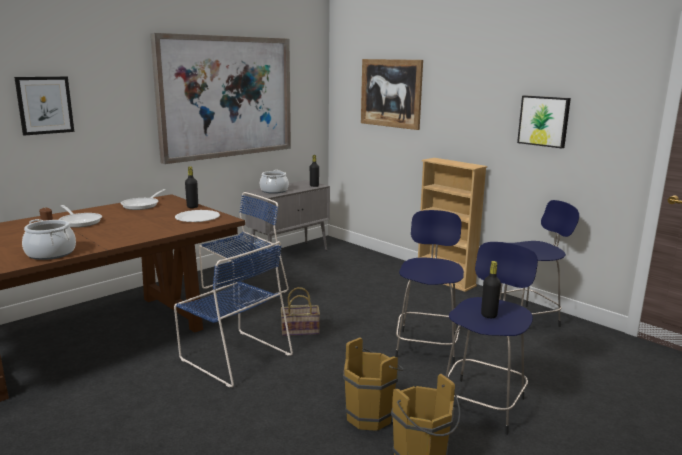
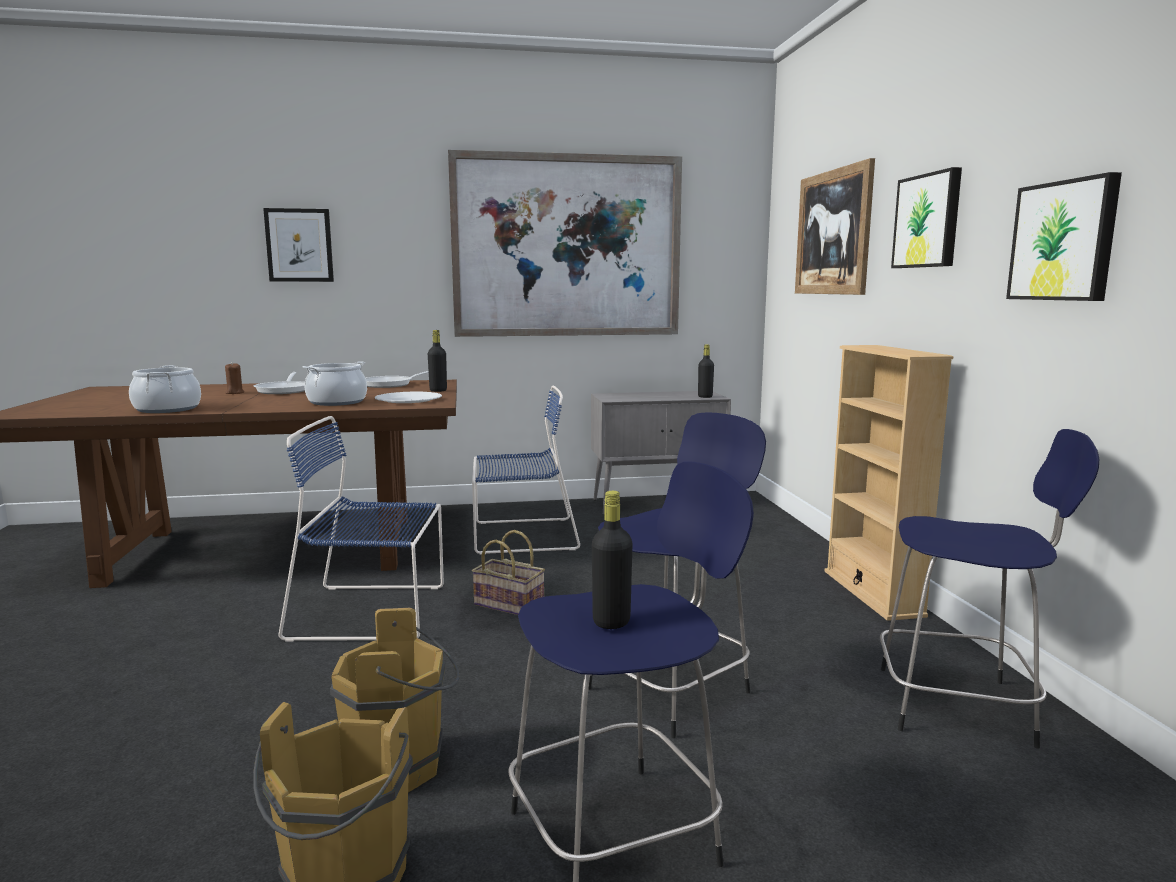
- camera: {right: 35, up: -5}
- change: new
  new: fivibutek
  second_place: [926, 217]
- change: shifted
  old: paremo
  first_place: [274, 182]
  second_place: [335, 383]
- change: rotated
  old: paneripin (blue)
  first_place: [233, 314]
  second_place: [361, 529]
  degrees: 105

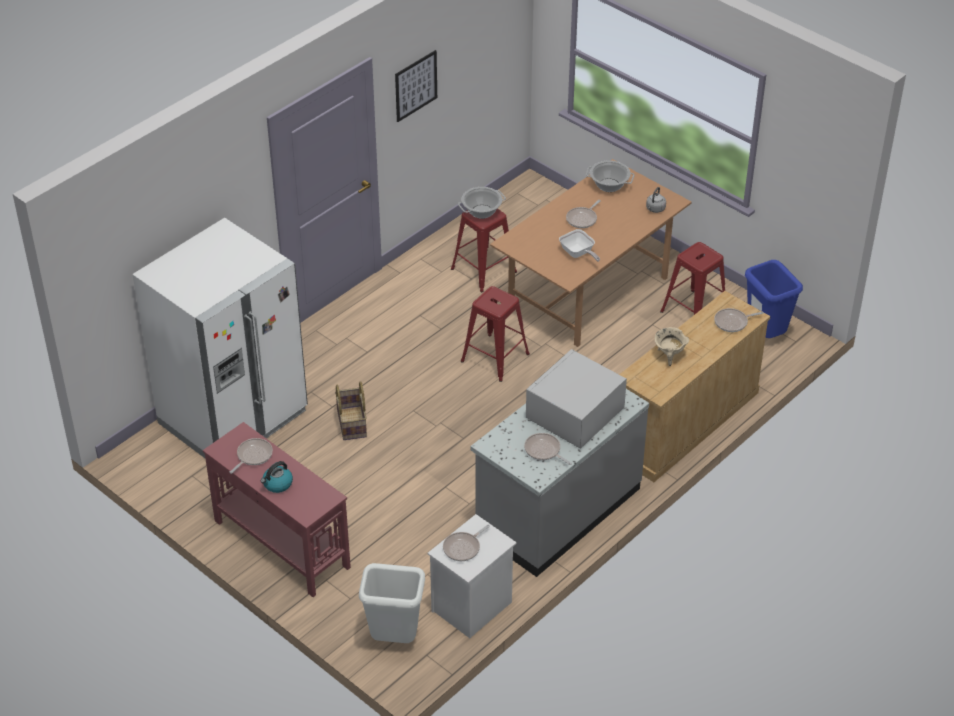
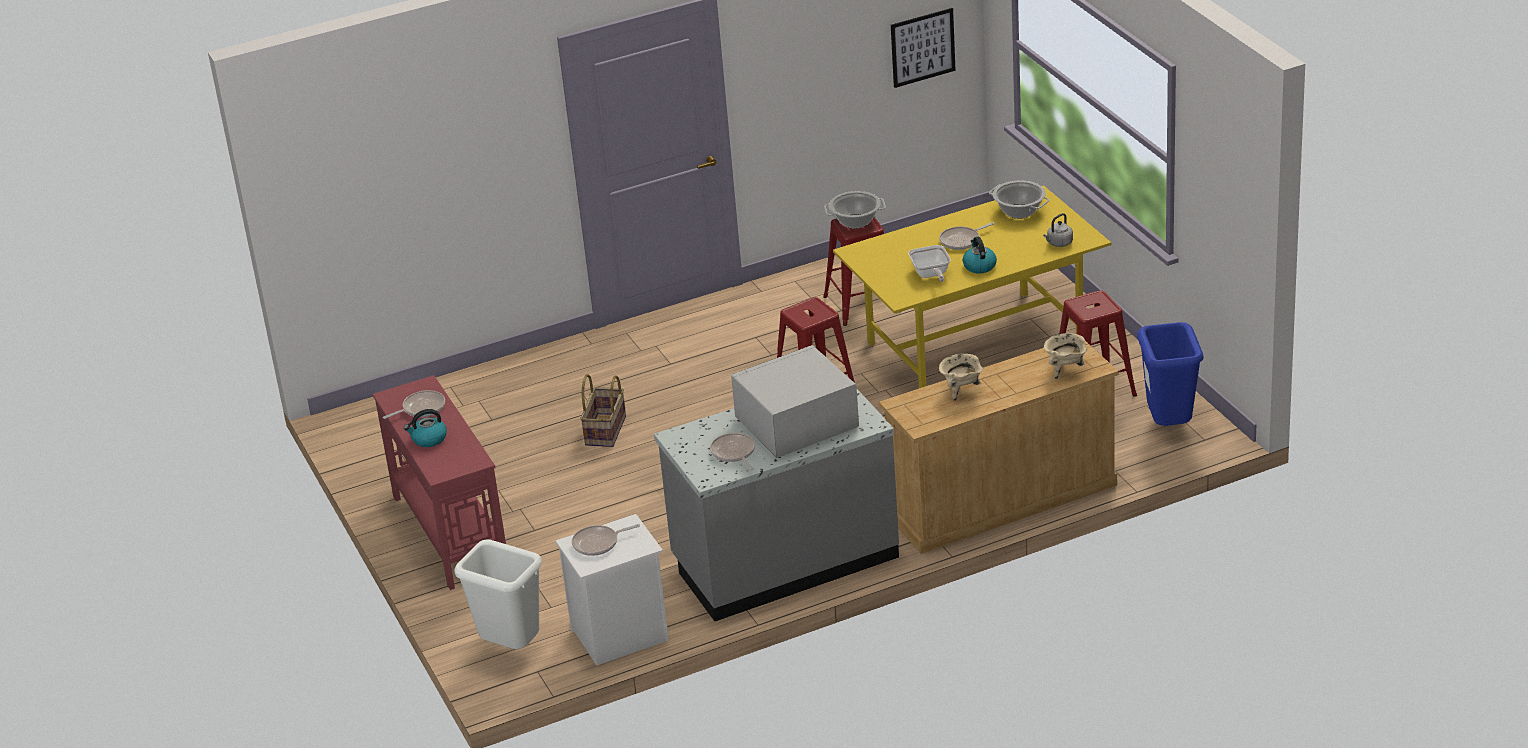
- camera: {right: 25, up: -10}
- change: gone
  old: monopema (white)
  first_place: [220, 338]
- change: new
  new: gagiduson
  second_place: [980, 255]
- change: shifted
  old: fivibutek
  first_place: [416, 86]
  second_place: [923, 48]
- change: swapped
  old: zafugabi
  new: paremo (beige)
  first_place: [739, 320]
  second_place: [1065, 356]
- change: repainted
  old: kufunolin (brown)
  new: kufunolin (yellow)
  first_place: [591, 253]
  second_place: [972, 286]

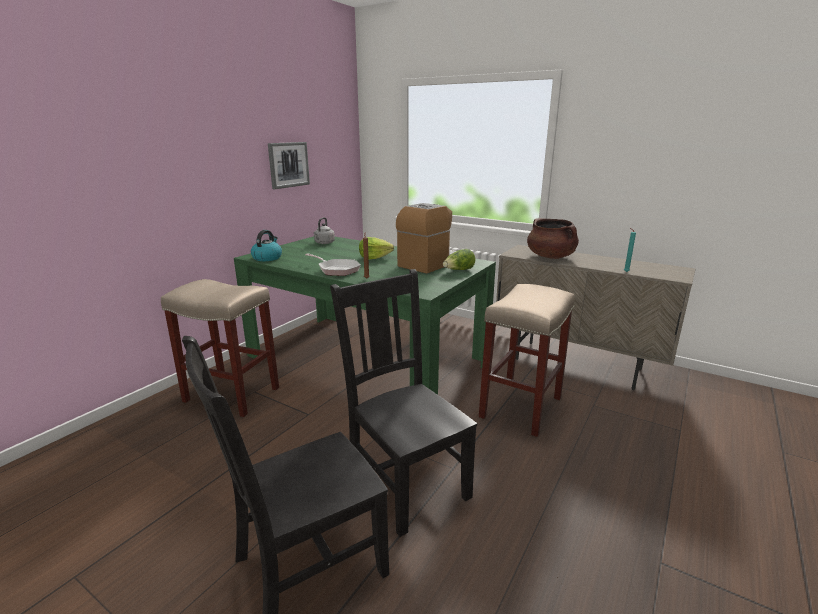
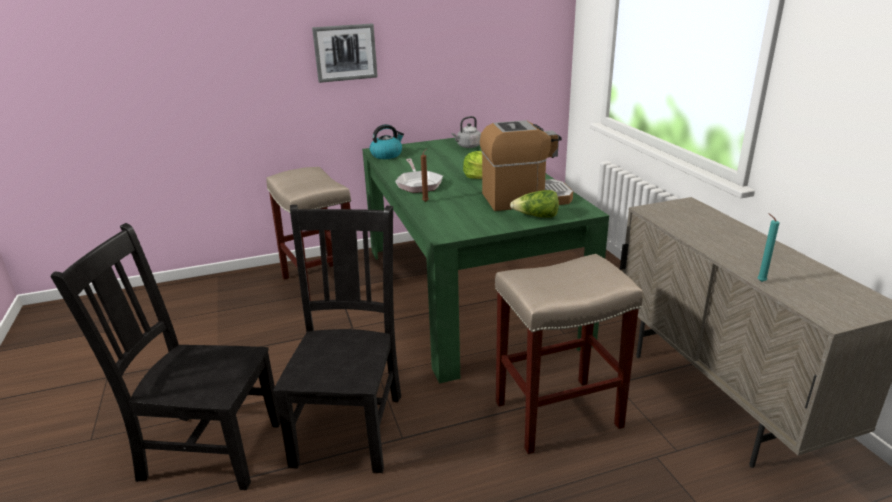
- camera: {right: 40, up: 5}
- change: gone
  old: paremo (brown)
  first_place: [553, 238]
- change: shifted
  old: fivibutek
  first_place: [289, 165]
  second_place: [345, 53]

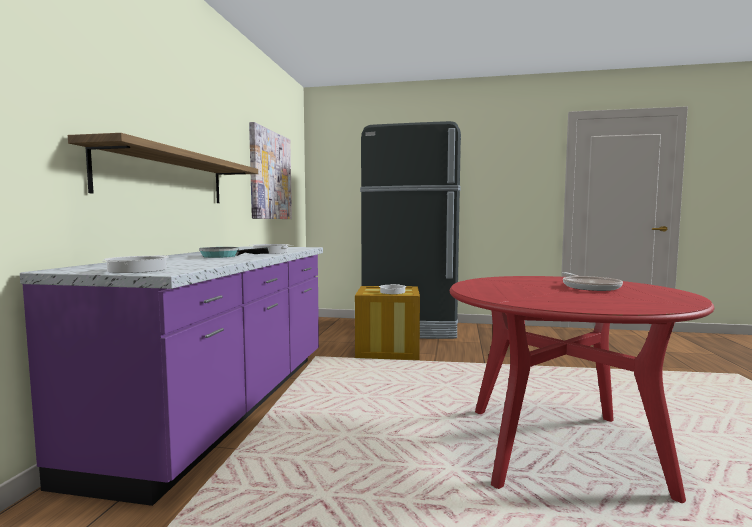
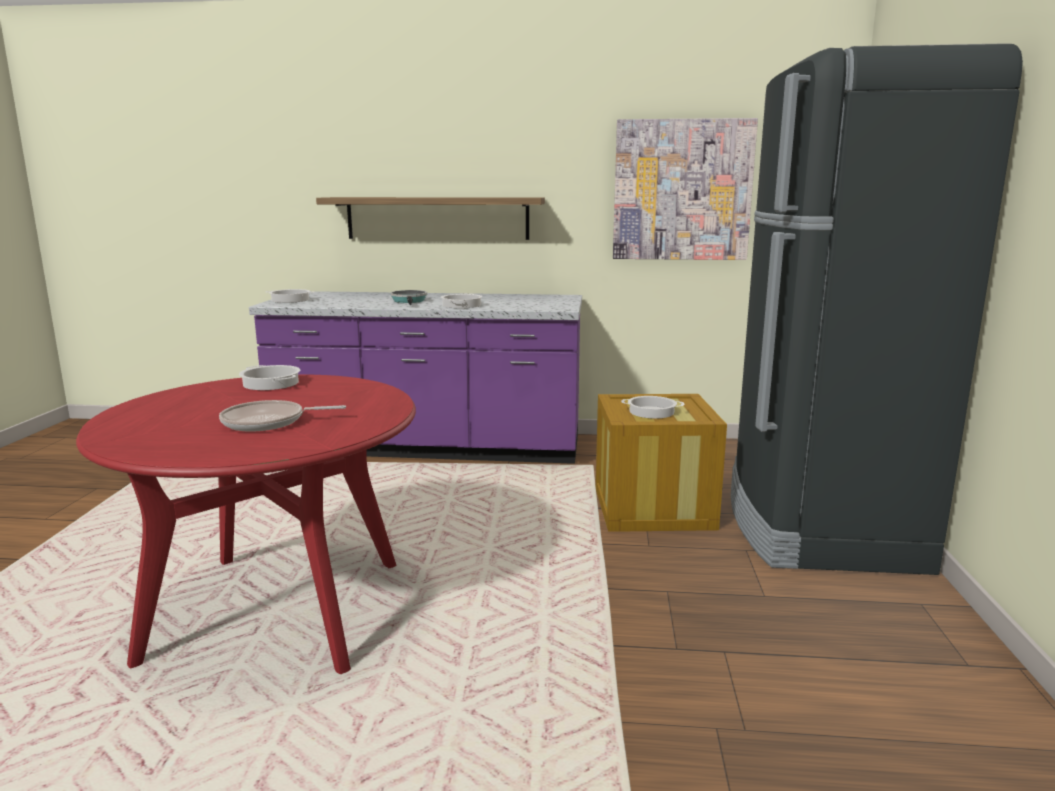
- camera: {right: 85, up: 10}
- change: new
  new: paremo
  second_place: [269, 377]

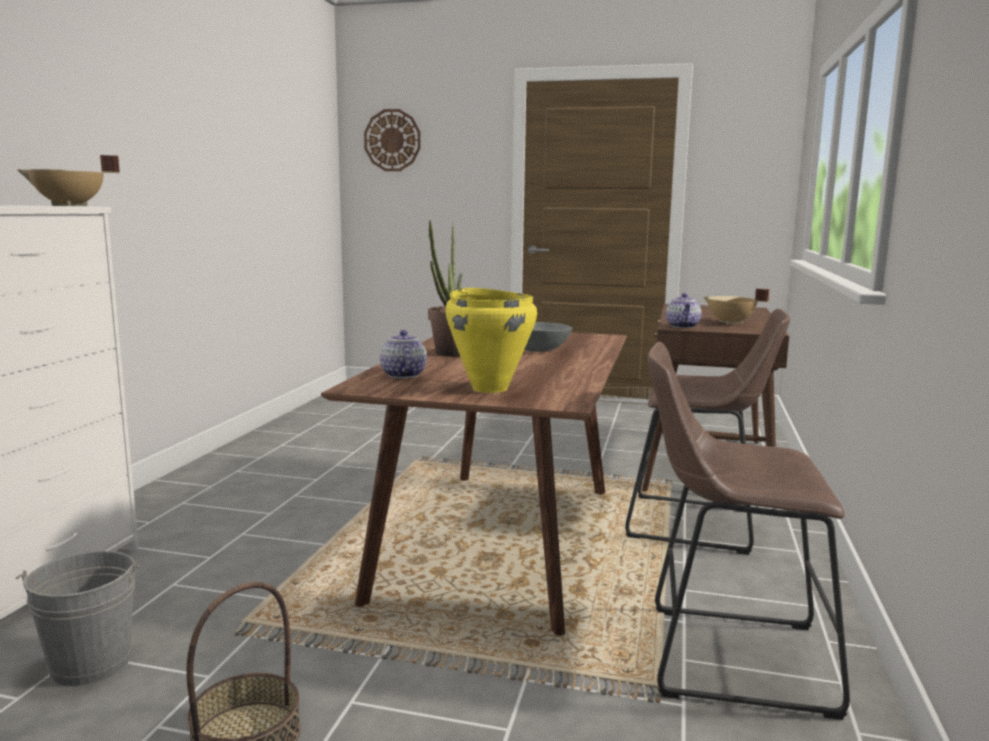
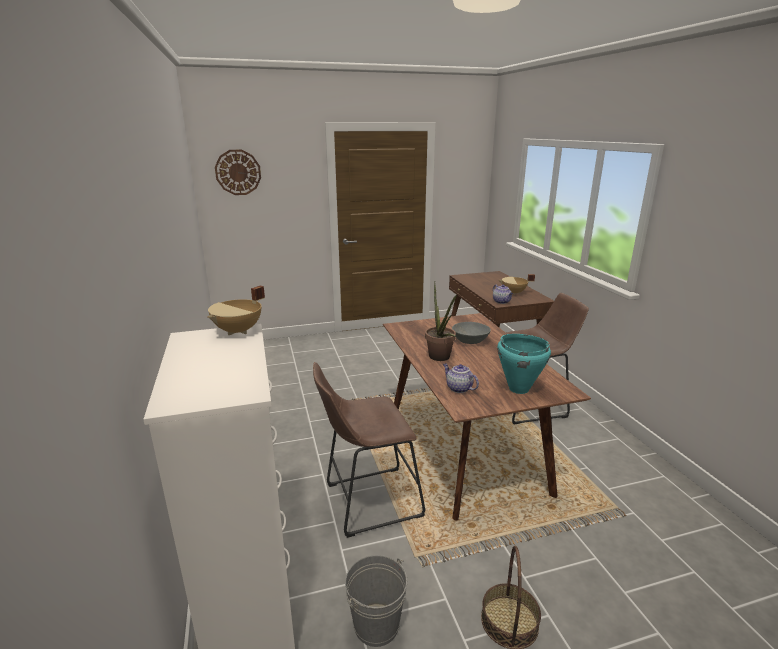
- camera: {right: -30, up: 10}
- change: shifted
  old: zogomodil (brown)
  first_place: [749, 531]
  second_place: [369, 450]
- change: repainted
  old: paremo (yellow)
  new: paremo (turquoise)
  first_place: [491, 340]
  second_place: [524, 364]

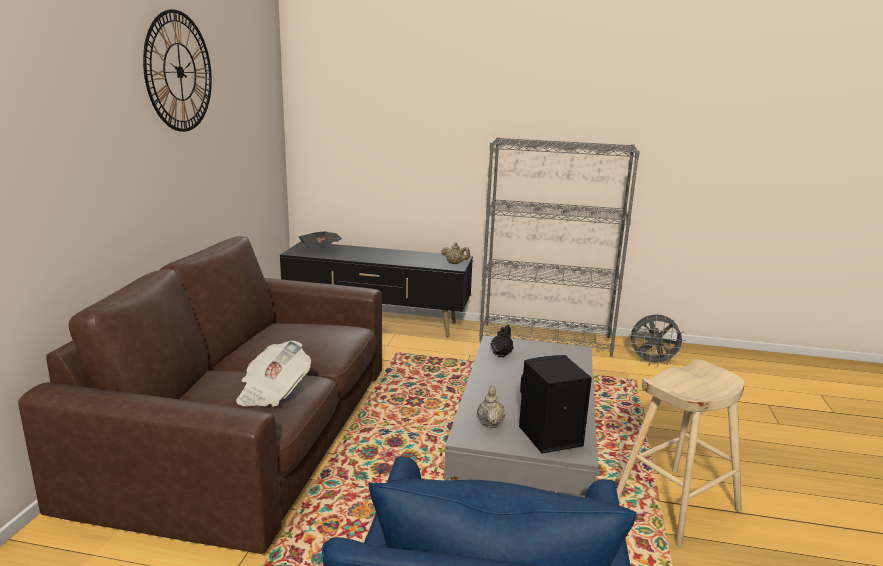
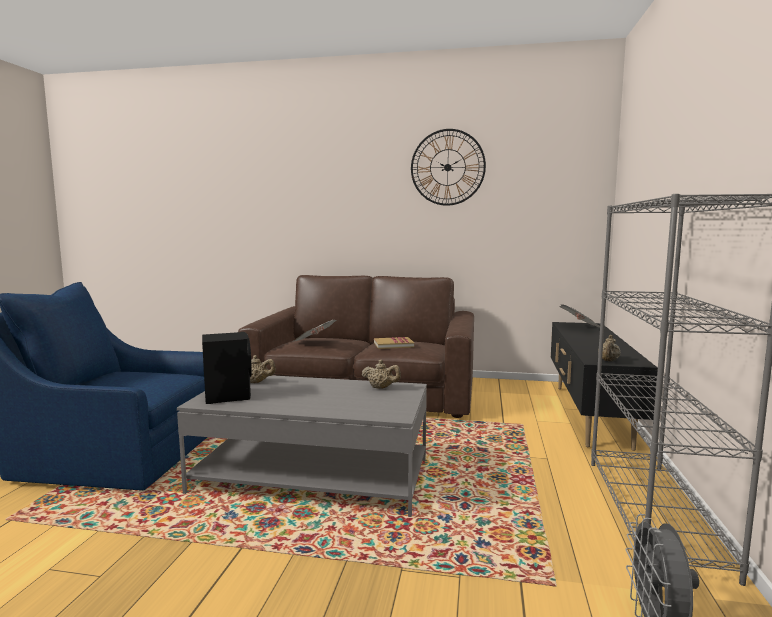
- camera: {right: 90, up: -10}
- change: gone
  old: zogomodil (beige)
  first_place: [681, 453]
- change: new
  new: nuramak
  second_place: [394, 343]
- change: repainted
  old: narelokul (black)
  new: narelokul (beige)
  first_place: [502, 341]
  second_place: [381, 374]

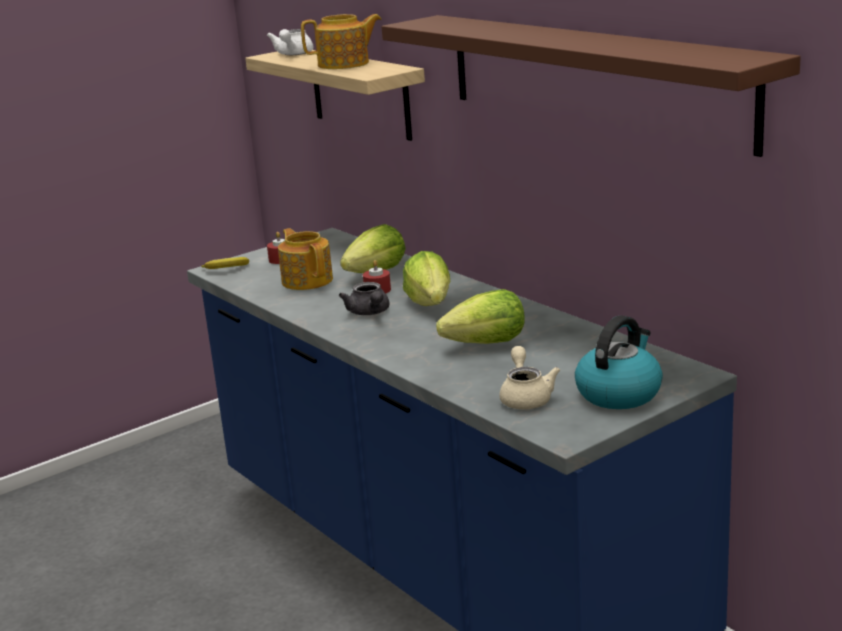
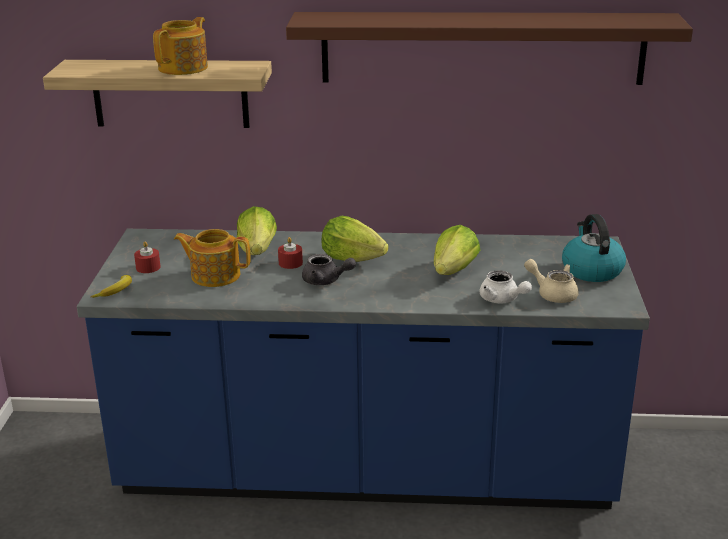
- camera: {right: -50, up: 5}
- change: shifted
  old: narelokul (white)
  first_place: [290, 42]
  second_place: [506, 287]

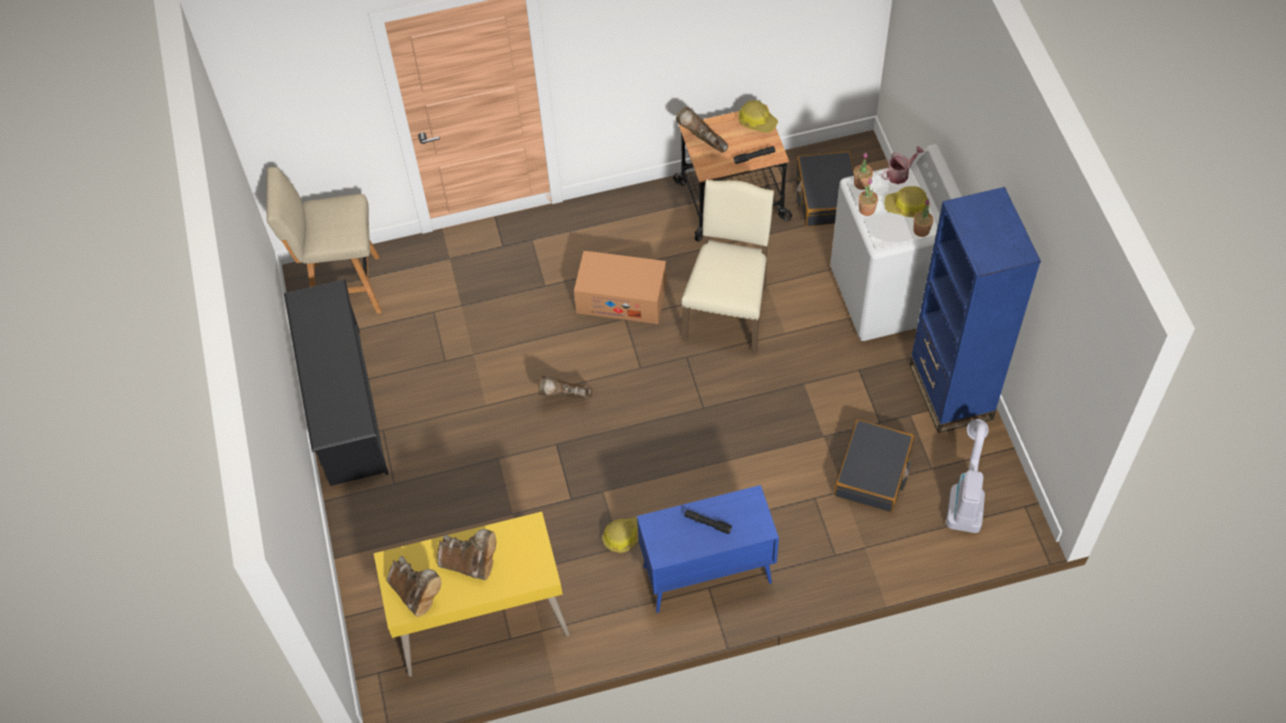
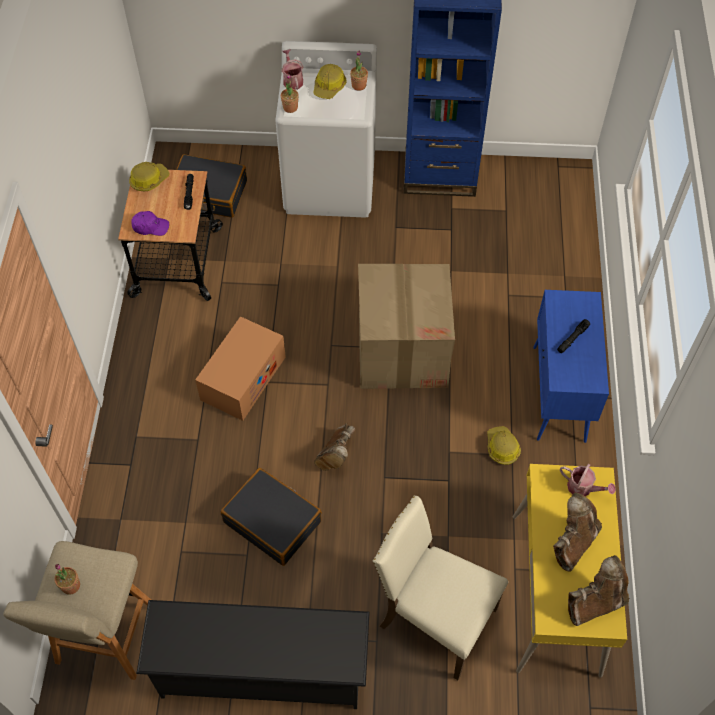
- camera: {right: -75, up: 0}
- change: gone
  old: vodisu
  first_place: [967, 476]
- change: new
  new: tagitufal
  second_place: [406, 326]
- change: new
  new: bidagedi
  second_place: [588, 480]
- change: shifted
  old: paneripin (beige)
  first_place: [727, 266]
  second_place: [440, 588]
- change: shifted
  old: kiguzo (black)
  first_place: [874, 465]
  second_place: [271, 517]
- change: shifted
  old: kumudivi
  first_place: [868, 197]
  second_place: [67, 579]
- change: swapped
  old: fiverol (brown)
  new: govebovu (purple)
  first_place: [702, 130]
  second_place: [150, 223]

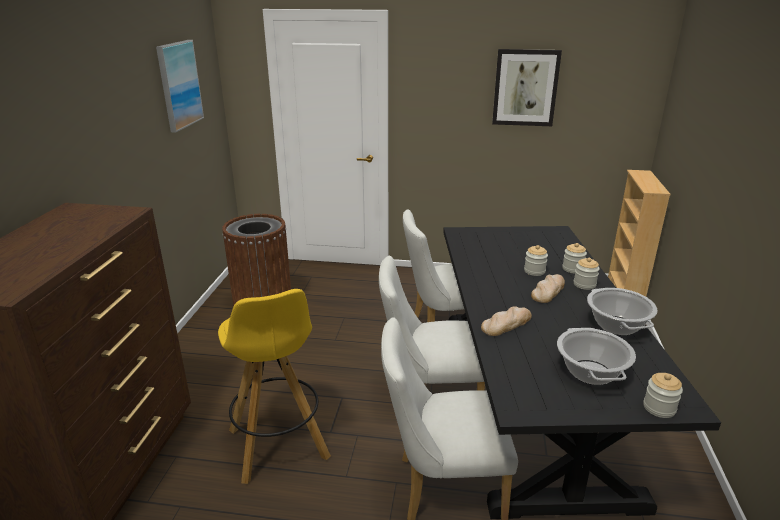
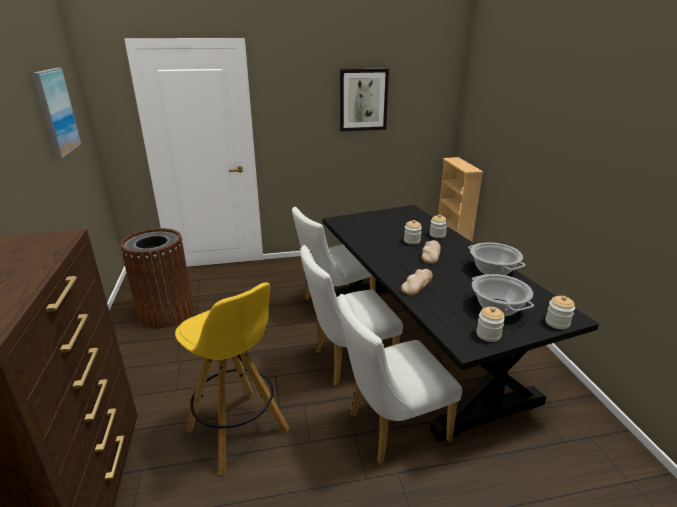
- camera: {right: -20, up: 0}
- change: shifted
  old: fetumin
  first_place: [587, 274]
  second_place: [490, 324]

